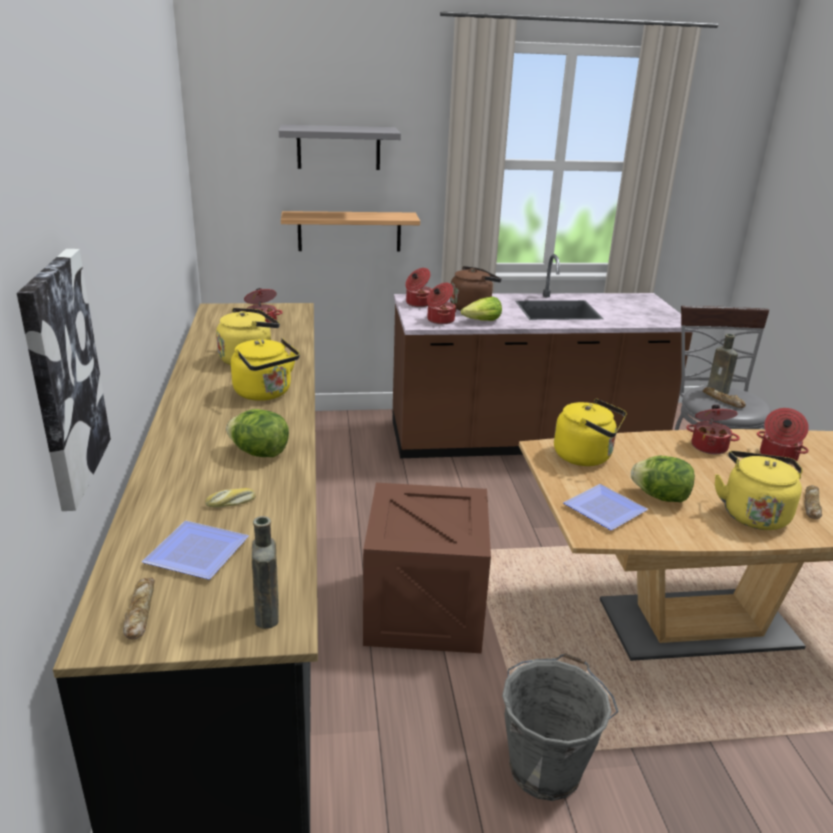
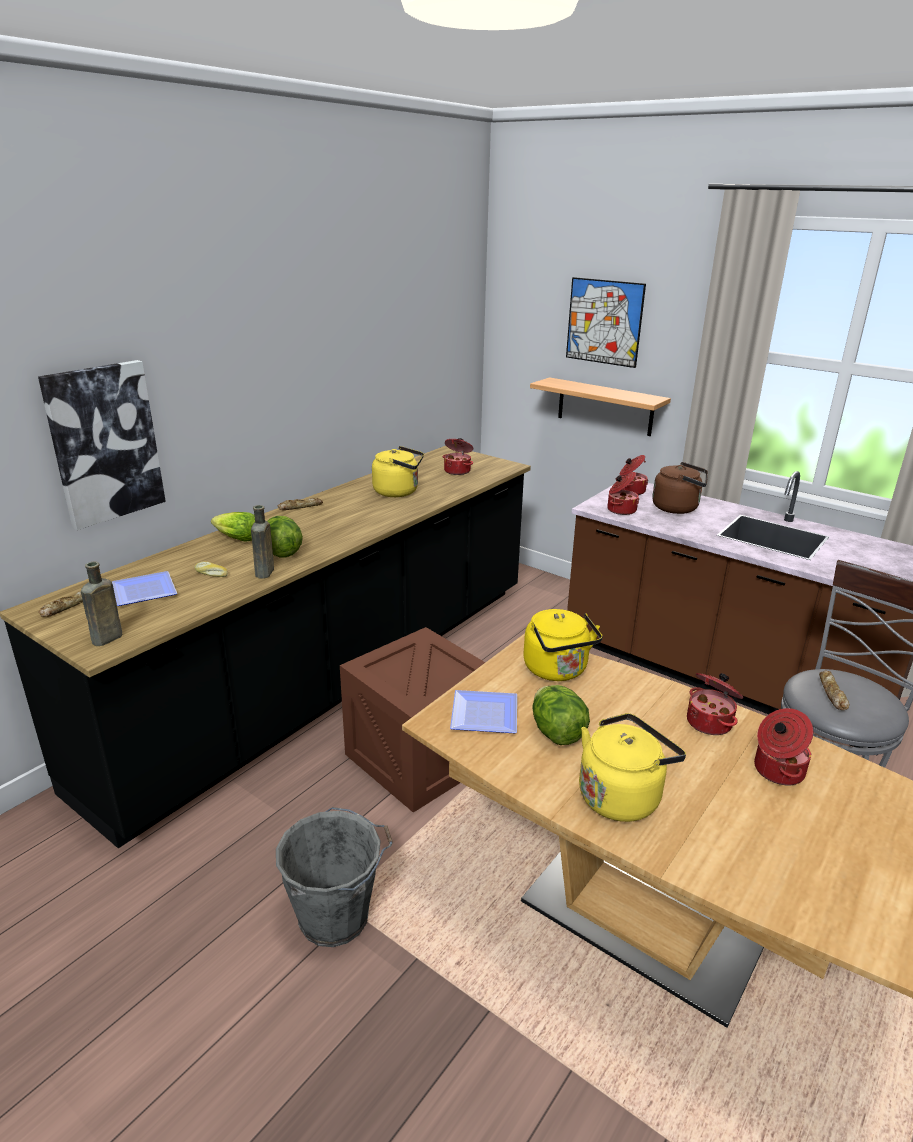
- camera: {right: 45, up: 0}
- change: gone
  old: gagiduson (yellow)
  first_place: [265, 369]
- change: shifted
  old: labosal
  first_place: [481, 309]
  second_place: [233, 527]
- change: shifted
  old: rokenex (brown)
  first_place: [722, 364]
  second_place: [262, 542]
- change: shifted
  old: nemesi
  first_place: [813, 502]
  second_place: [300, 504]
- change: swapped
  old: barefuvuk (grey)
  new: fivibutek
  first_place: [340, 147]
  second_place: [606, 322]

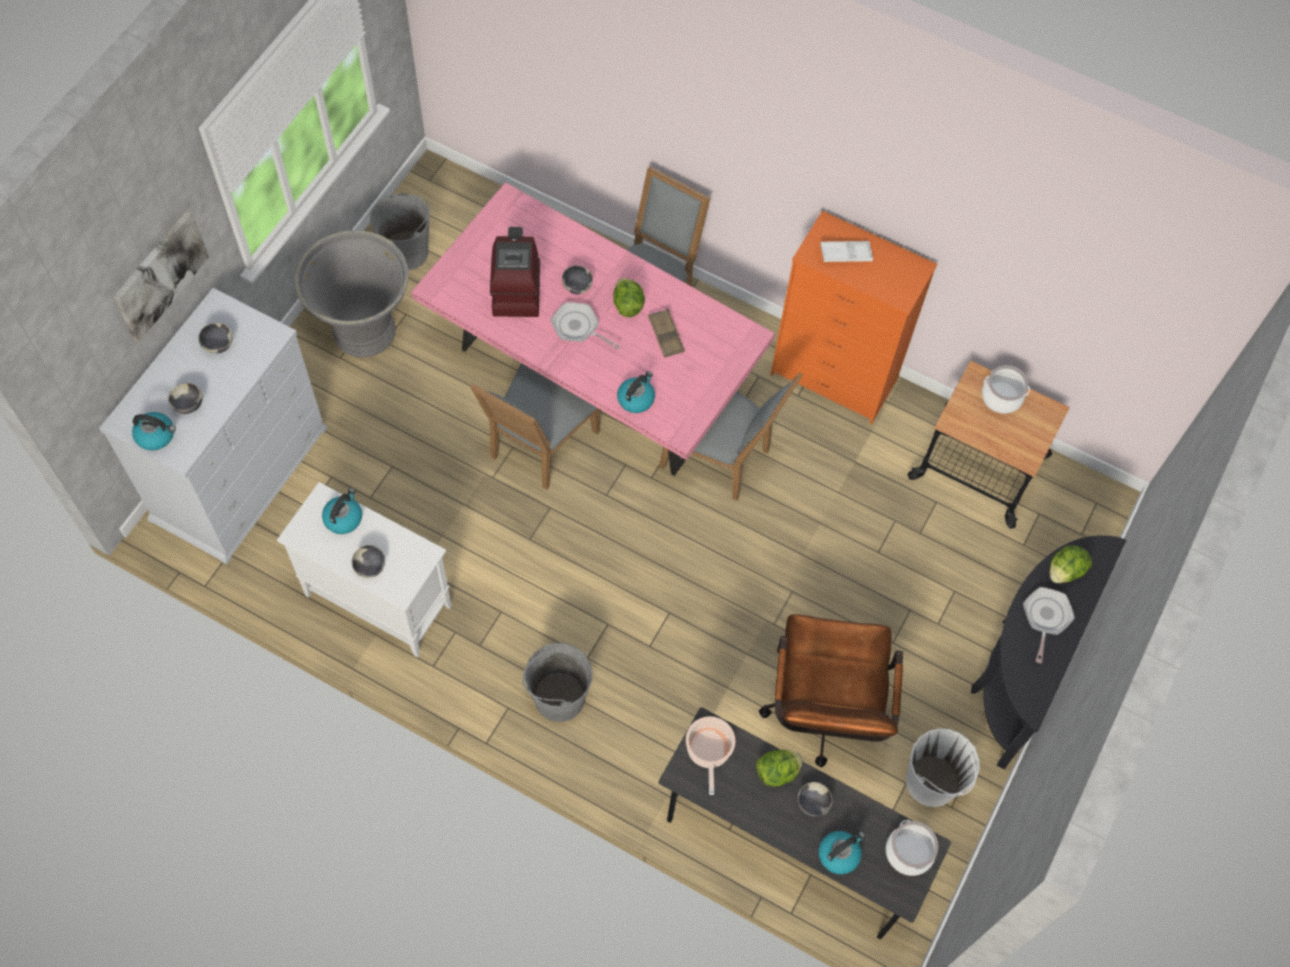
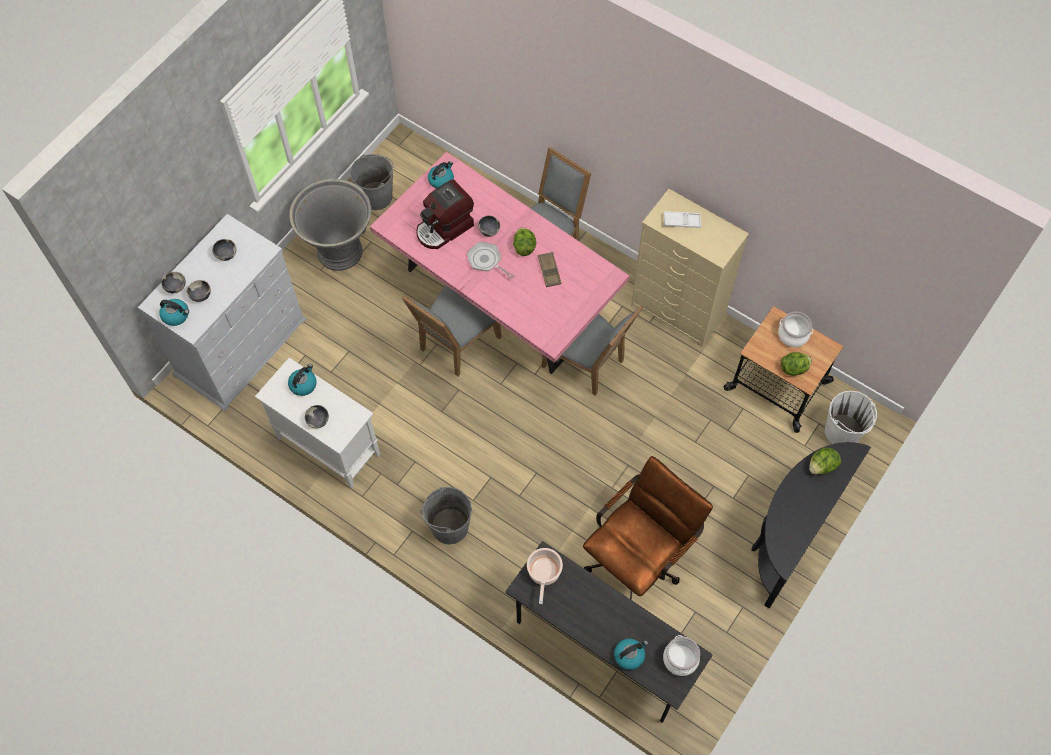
- camera: {right: 10, up: 0}
- change: gone
  old: fivibutek
  first_place: [161, 275]
- change: gone
  old: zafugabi
  first_place: [1049, 625]
- change: shifted
  old: gagiduson
  first_place: [636, 392]
  second_place: [441, 175]
- change: shifted
  old: labosal
  first_place: [779, 768]
  second_place: [796, 364]
- change: shifted
  old: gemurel
  first_place: [815, 800]
  second_place: [173, 282]
- change: shifted
  old: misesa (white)
  first_place: [943, 767]
  second_place: [851, 417]
- change: repainted
  old: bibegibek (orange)
  new: bibegibek (beige)
  first_place: [853, 317]
  second_place: [690, 268]
- change: rotated
  old: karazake
  first_place: [515, 272]
  second_place: [445, 214]
  degrees: -135
- change: rotated
  old: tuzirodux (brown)
  first_place: [831, 690]
  second_place: [648, 528]
  degrees: -150

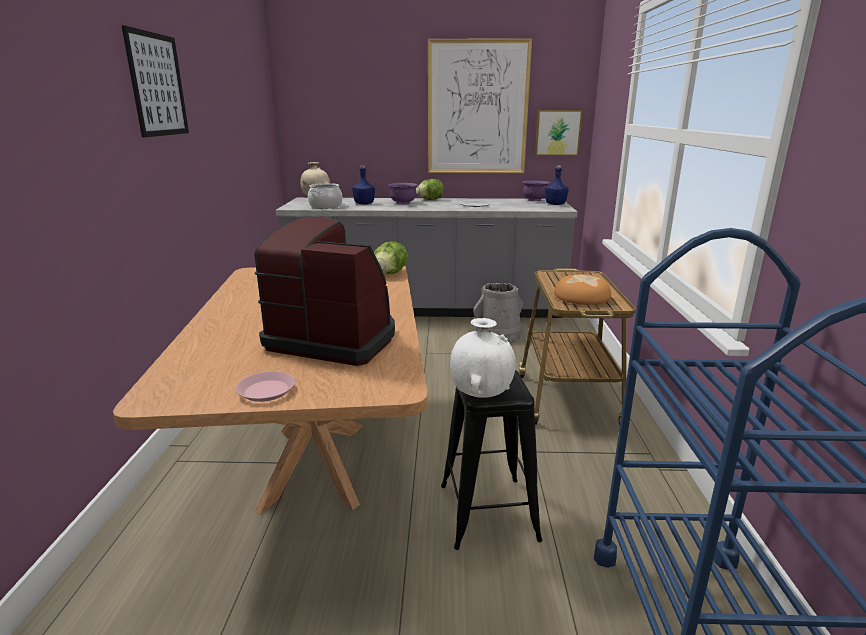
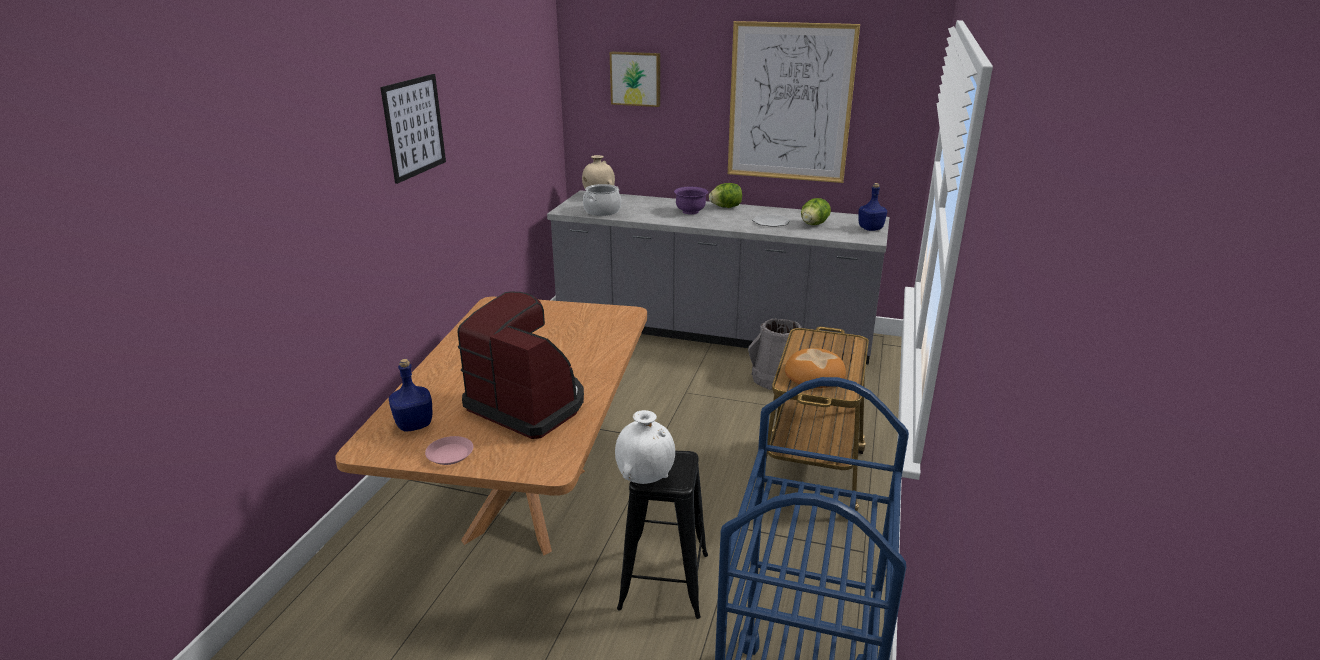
- camera: {right: 15, up: 5}
- change: gone
  old: gemurel (purple)
  first_place: [536, 190]
- change: shifted
  old: rokenex (blue)
  first_place: [363, 184]
  second_place: [410, 395]
- change: shifted
  old: labosal
  first_place: [391, 257]
  second_place: [816, 211]
- change: shifted
  old: fivibutek
  first_place: [559, 133]
  second_place: [635, 79]

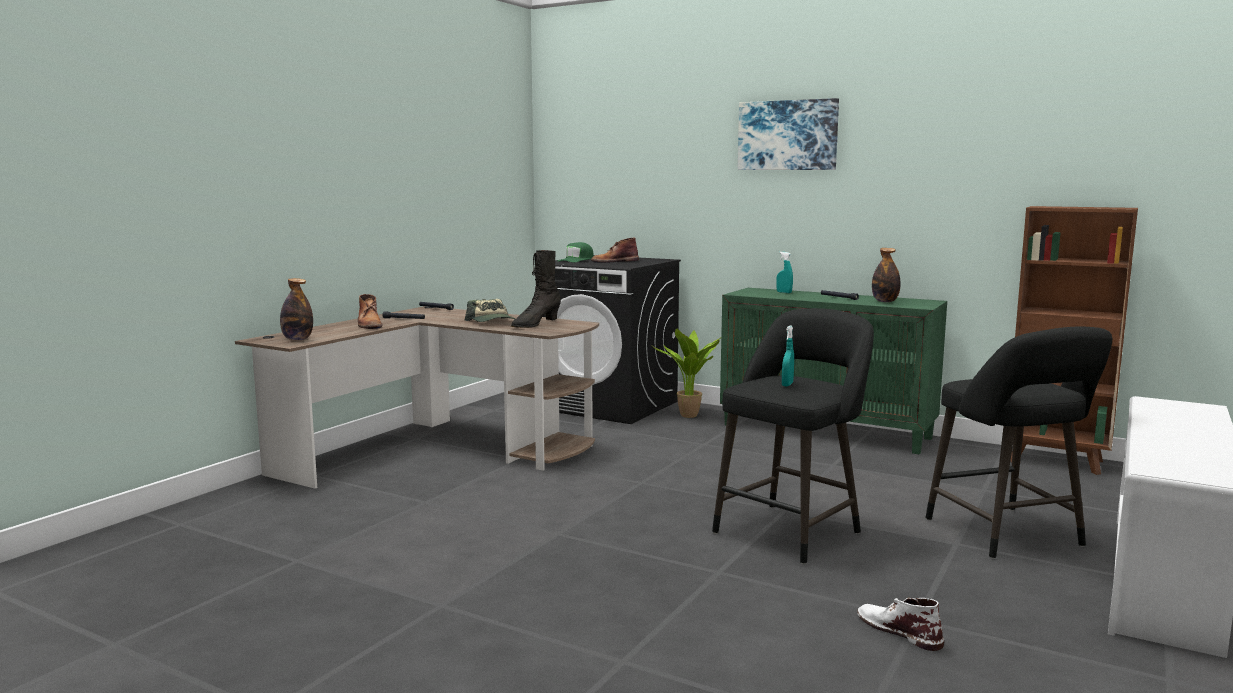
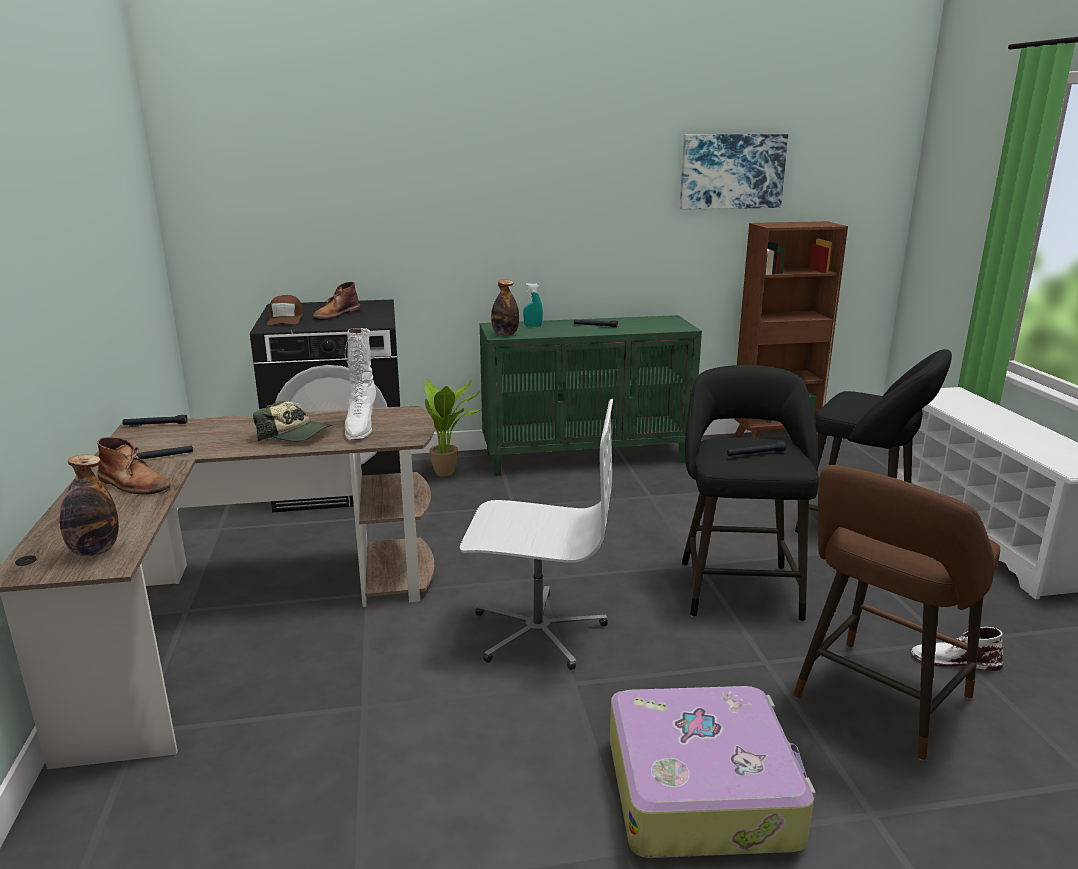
- camera: {right: -40, up: 10}
- change: new
  new: tuzirodux (white)
  second_place: [536, 534]
- change: new
  new: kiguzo
  second_place: [713, 772]
- change: new
  new: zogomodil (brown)
  second_place: [896, 612]
- change: shifted
  old: fivibutek
  first_place: [788, 134]
  second_place: [734, 172]
- change: shifted
  old: rokenex
  first_place: [886, 275]
  second_place: [505, 307]
- change: swapped
  old: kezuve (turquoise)
  new: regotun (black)
  first_place: [788, 356]
  second_place: [756, 449]
- change: repainted
  old: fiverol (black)
  new: fiverol (white)
  first_place: [536, 289]
  second_place: [360, 384]
- change: repainted
  old: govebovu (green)
  new: govebovu (brown)
  first_place: [575, 252]
  second_place: [285, 310]

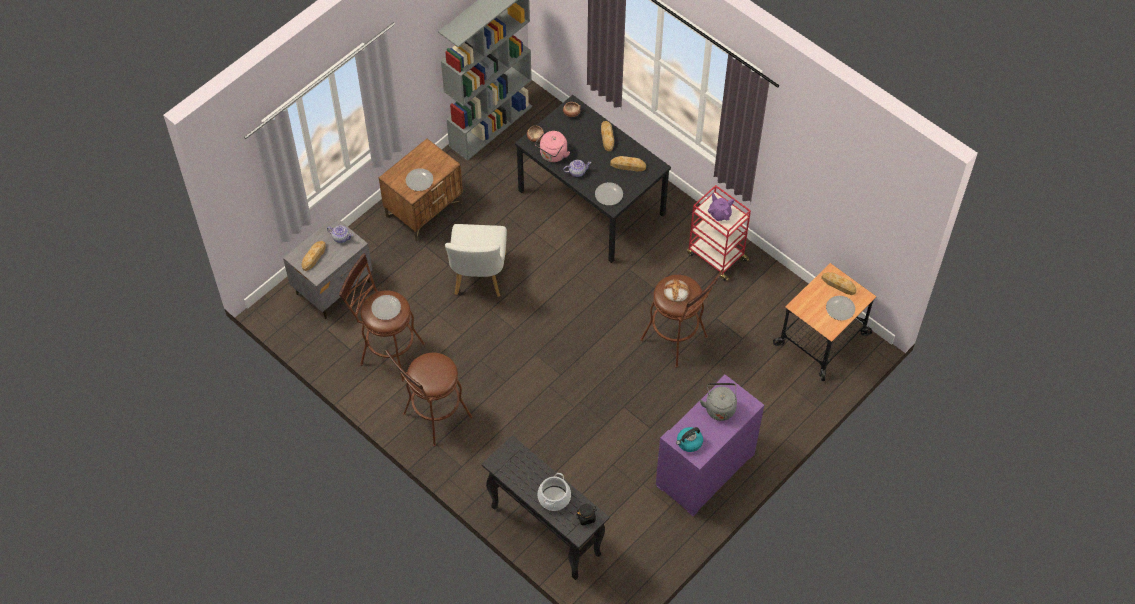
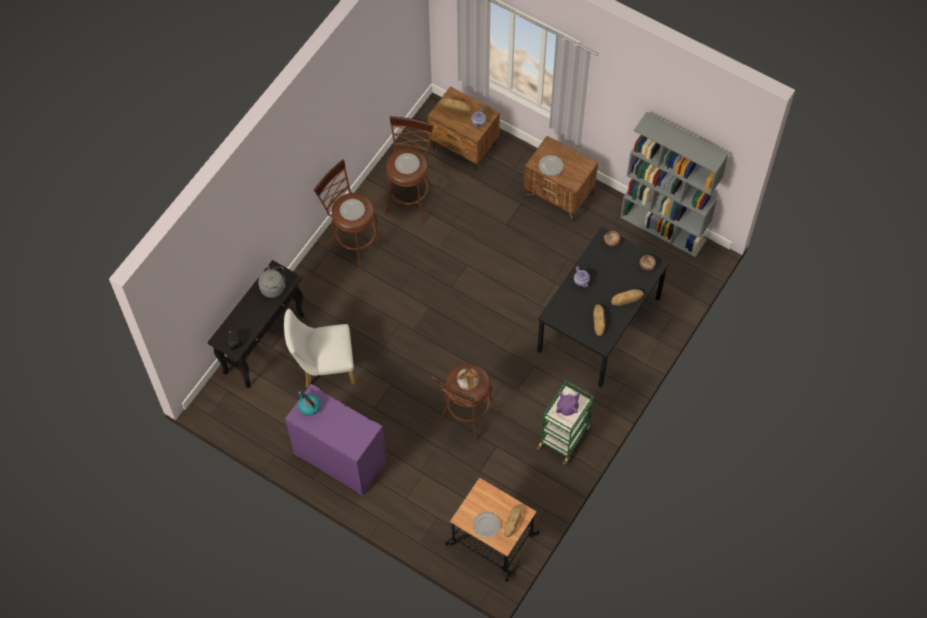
- camera: {right: 80, up: 5}
- change: gone
  old: gagiduson (pink)
  first_place: [552, 146]
- change: gone
  old: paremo
  first_place: [554, 492]
- change: shifted
  old: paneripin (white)
  first_place: [476, 260]
  second_place: [319, 348]
- change: shifted
  old: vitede
  first_place: [609, 193]
  second_place: [352, 210]
- change: shifted
  old: gagiduson (grey)
  first_place: [718, 402]
  second_place: [272, 281]
- change: repainted
  old: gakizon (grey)
  new: gakizon (brown)
  first_place: [327, 267]
  second_place: [464, 129]
- change: repainted
  old: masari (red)
  new: masari (green)
  first_place: [719, 233]
  second_place: [565, 423]

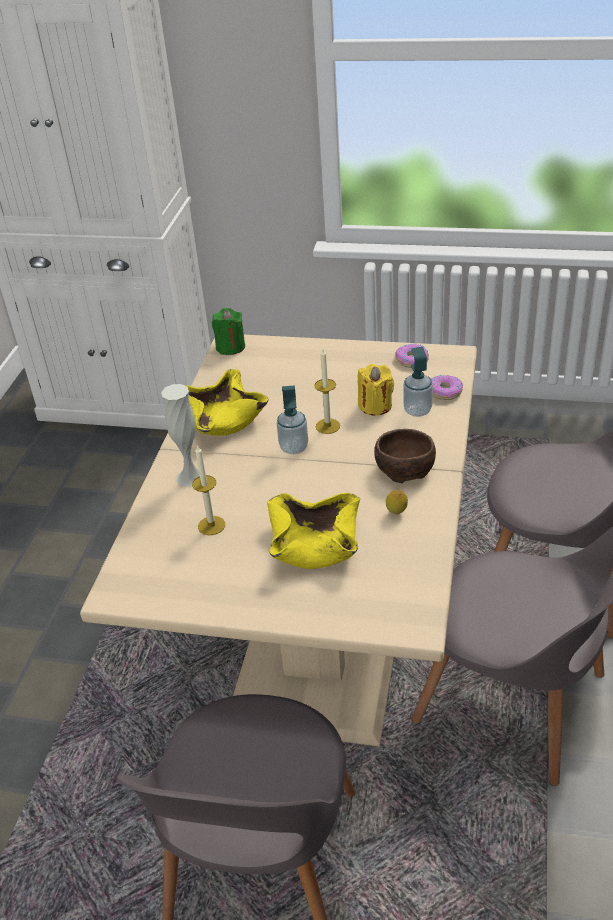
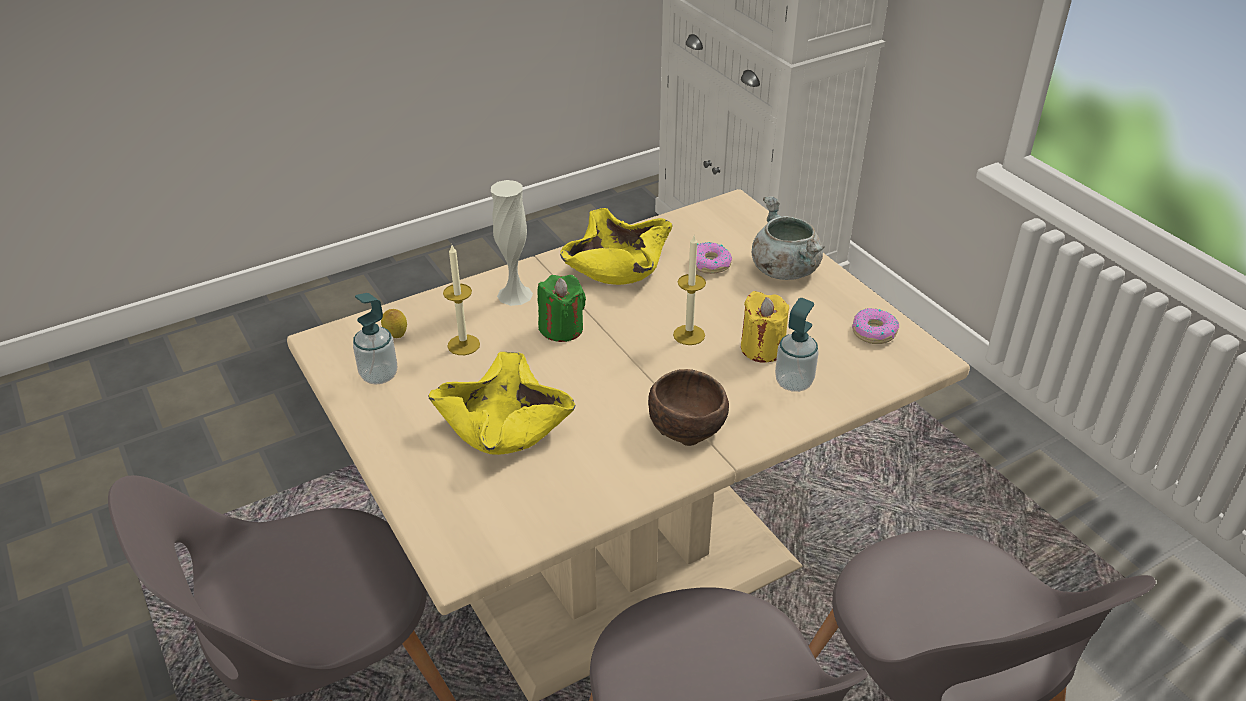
- camera: {right: 45, up: 0}
- change: new
  new: paremo (grey)
  second_place: [788, 238]
- change: shifted
  old: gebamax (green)
  first_place: [228, 331]
  second_place: [561, 308]
- change: shifted
  old: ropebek
  first_place: [292, 419]
  second_place: [375, 338]
- change: shifted
  old: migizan
  first_place: [397, 502]
  second_place: [394, 323]
- change: shifted
  old: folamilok
  first_place: [447, 387]
  second_place: [714, 258]

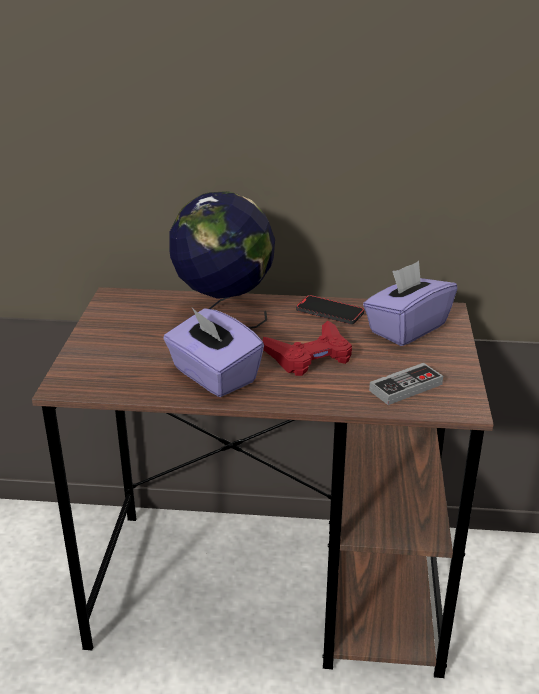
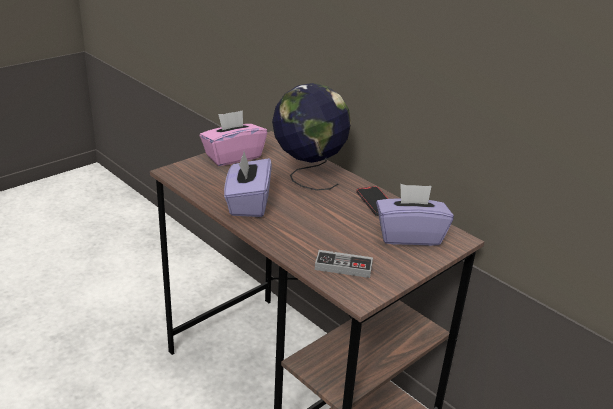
- camera: {right: 40, up: 0}
- change: gone
  old: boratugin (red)
  first_place: [307, 348]
- change: new
  new: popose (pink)
  second_place: [233, 138]

